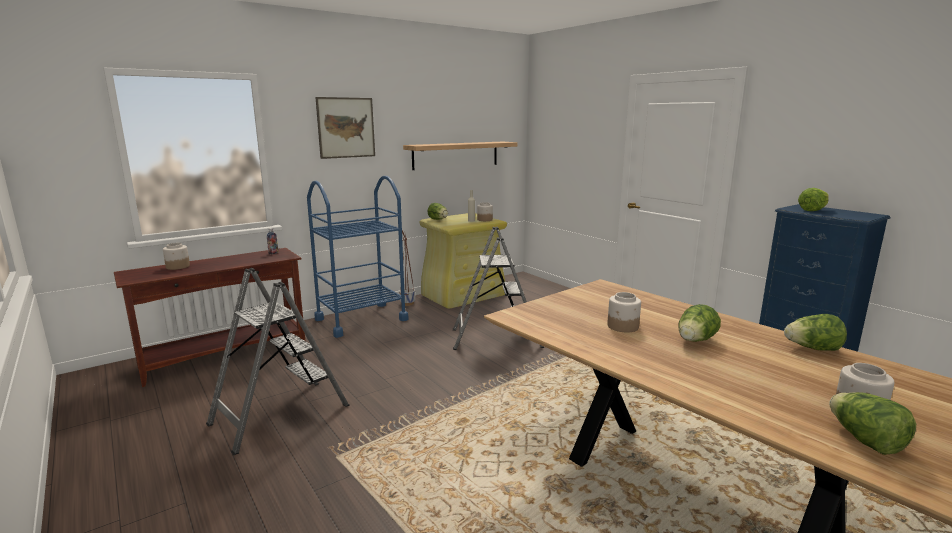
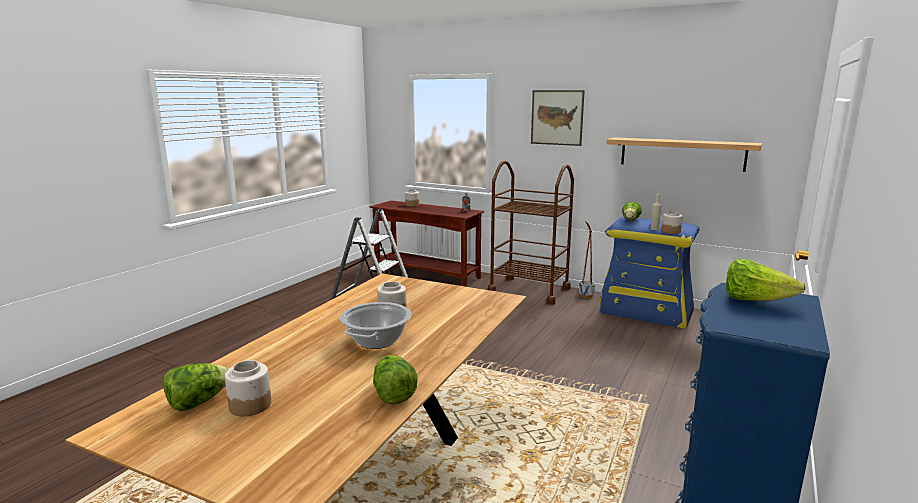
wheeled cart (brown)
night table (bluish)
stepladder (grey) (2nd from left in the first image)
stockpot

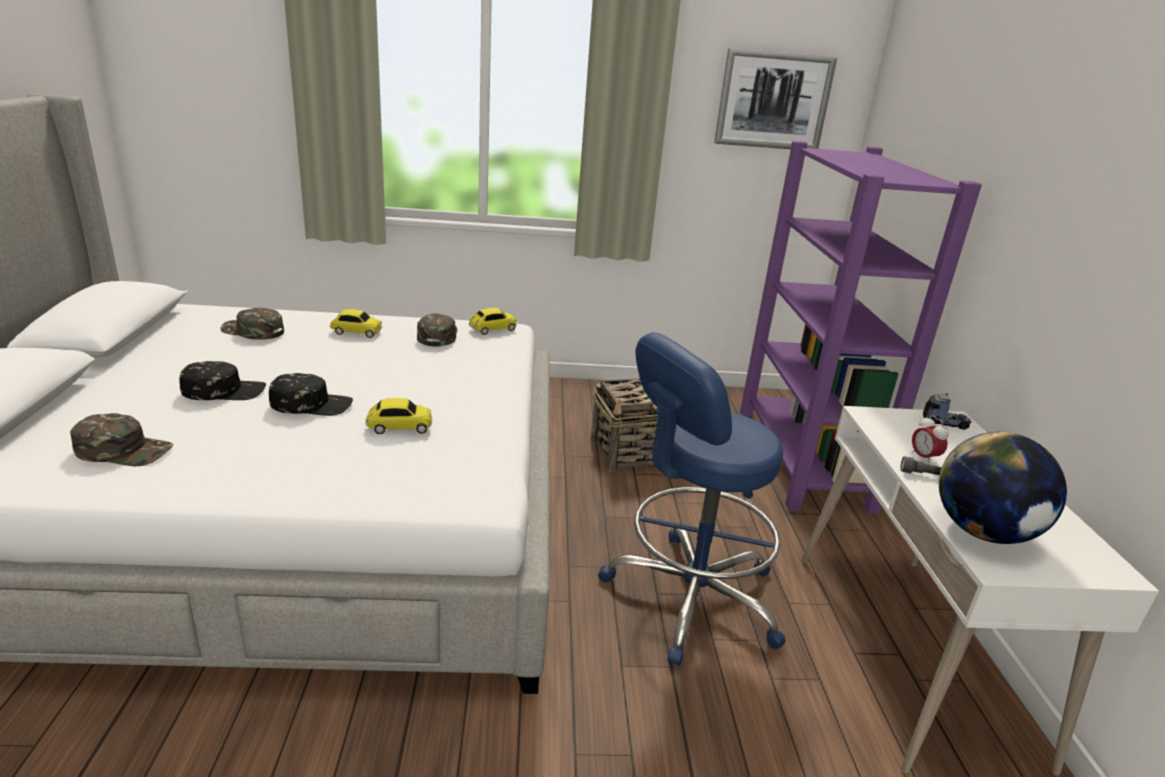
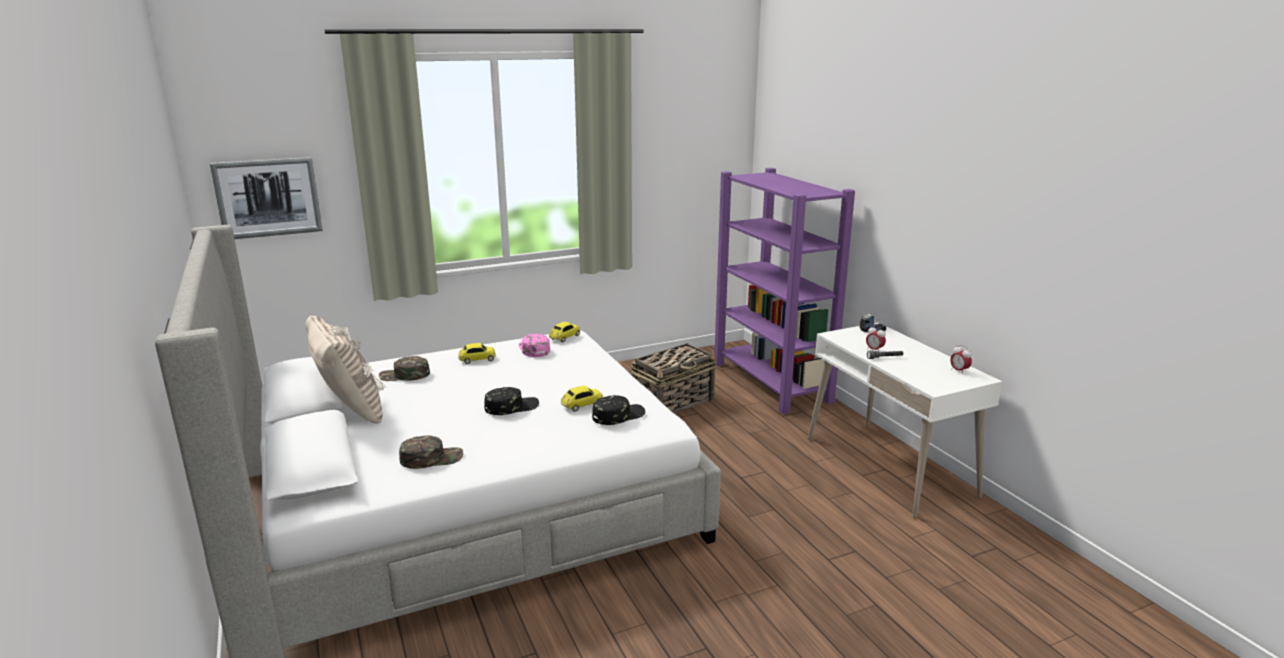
wall picture
cap (pink-coloured)
sitting stool (bluish)
cap (black-coloured) (2nd from left)
world globe
pillow (beige)
table clock (2nd from left)

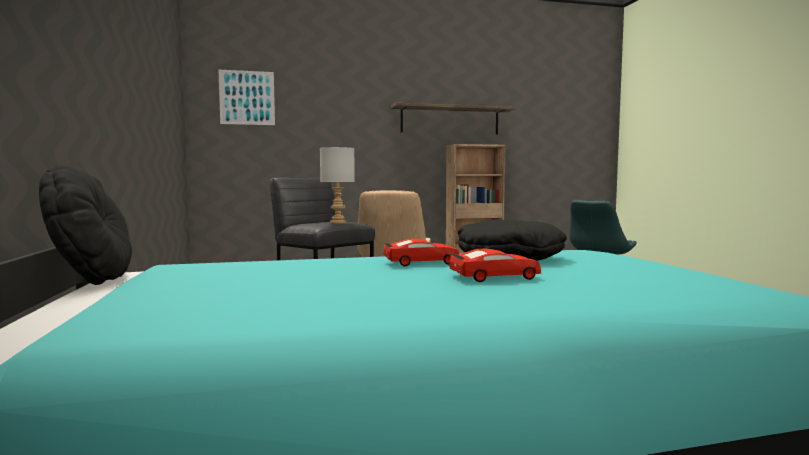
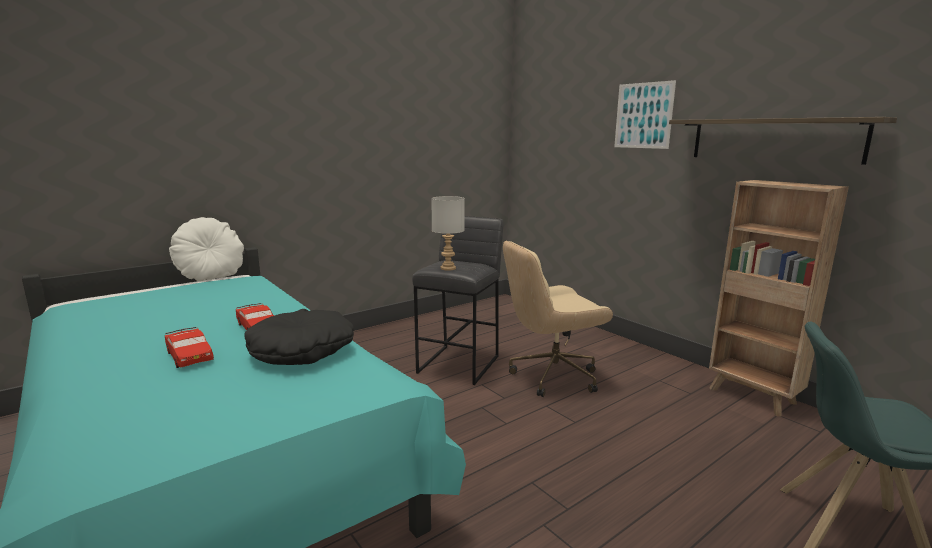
wall picture
pillow (whitish)

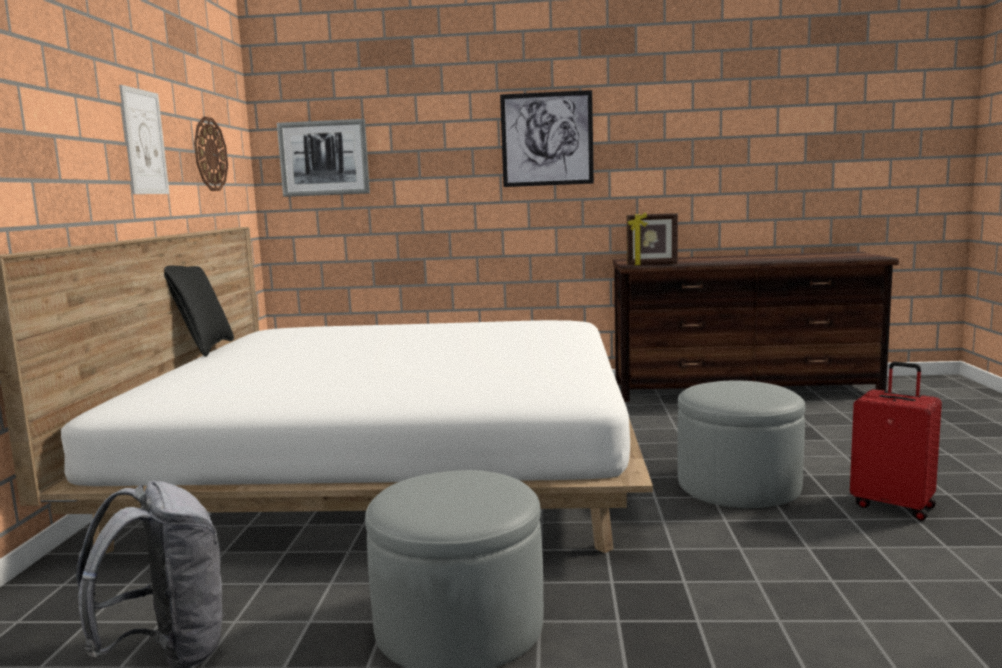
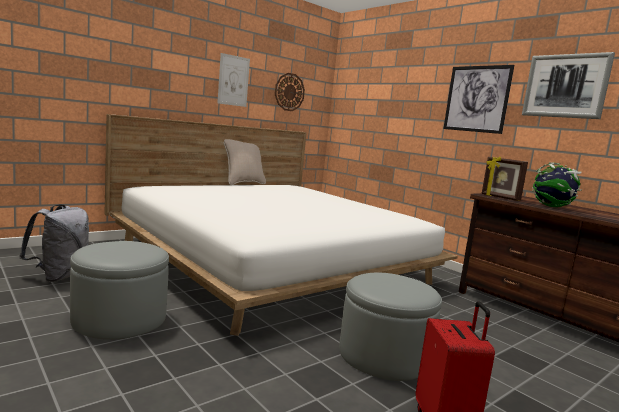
wall picture (3rd from left)
pillow (beige)
world globe

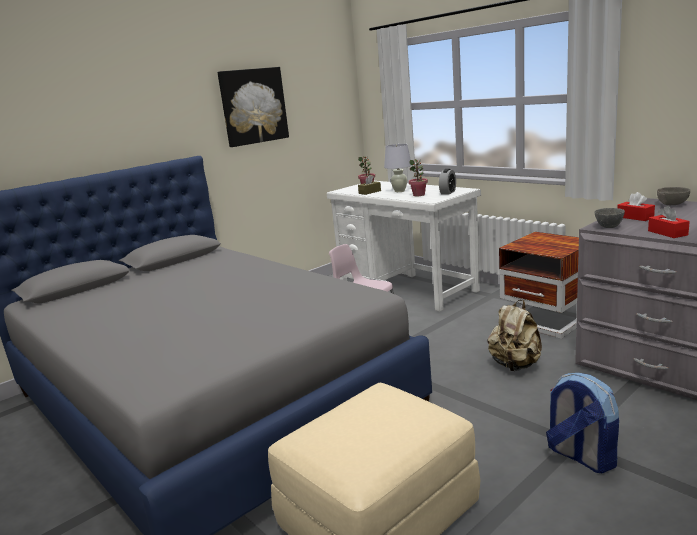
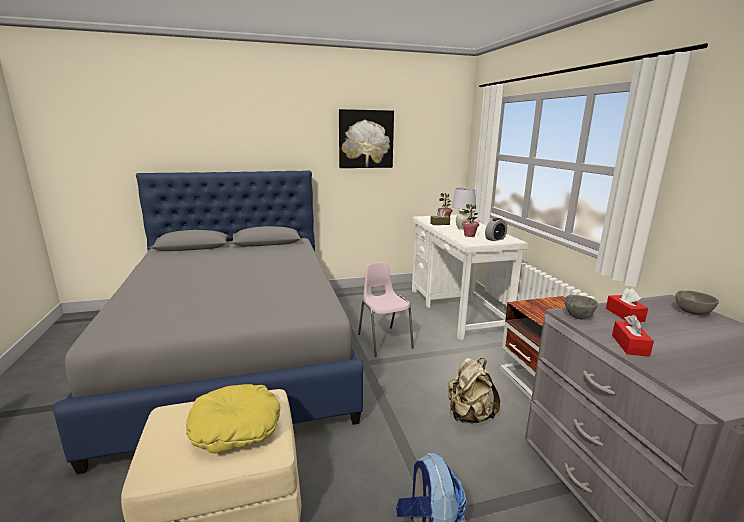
pillow (yellow)

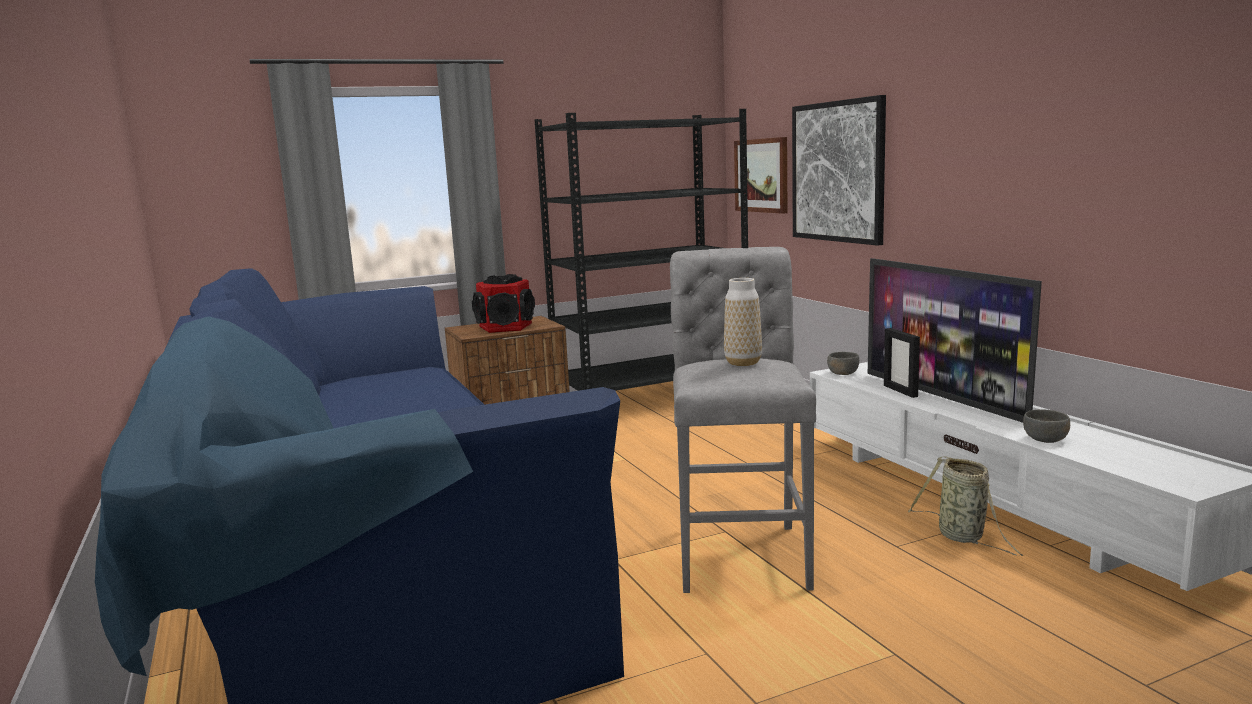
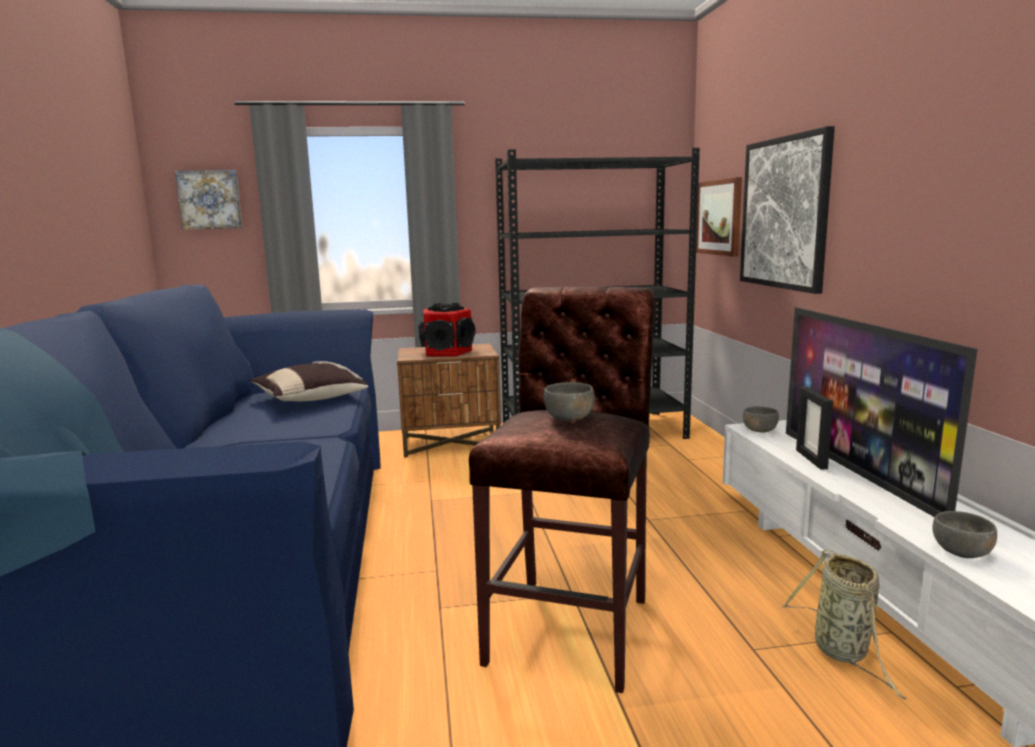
sitting stool (brown)
bowl (grey) (1st from left)
wall picture (1st from left)
pillow

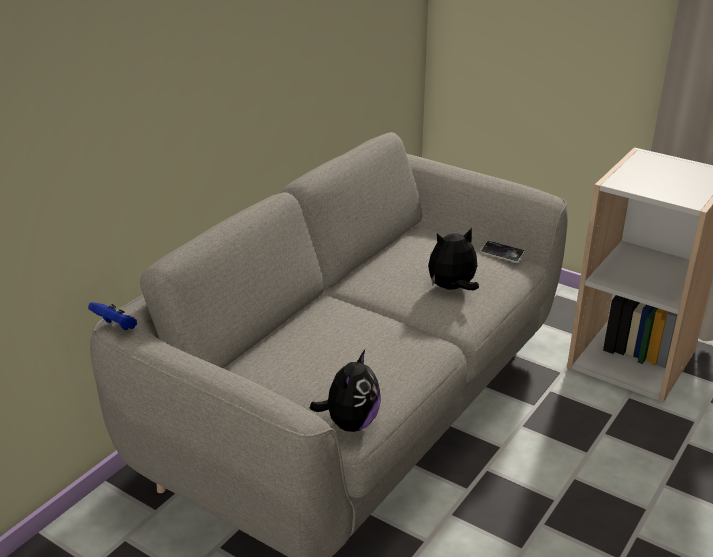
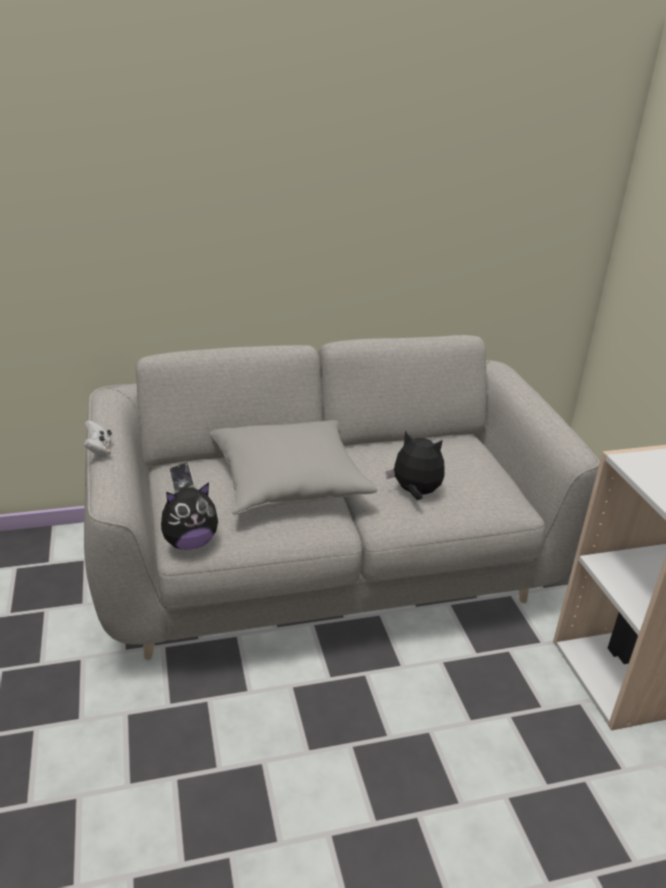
phone
joypad (bluish)
joypad (whitish)
pillow (grey)

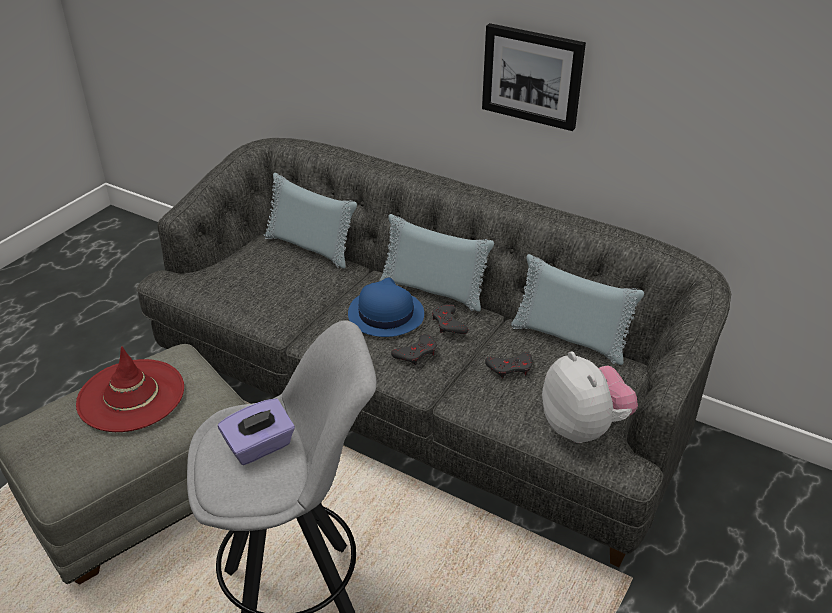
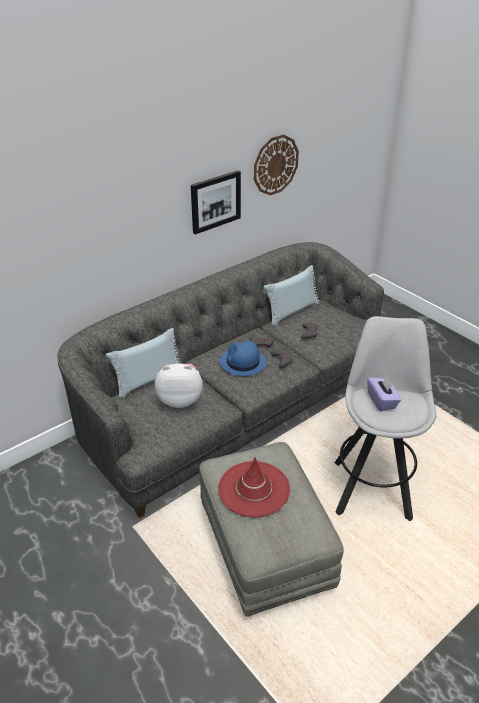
pillow (bluish) (2nd from left in the first image)
cuddly toy
wall clock

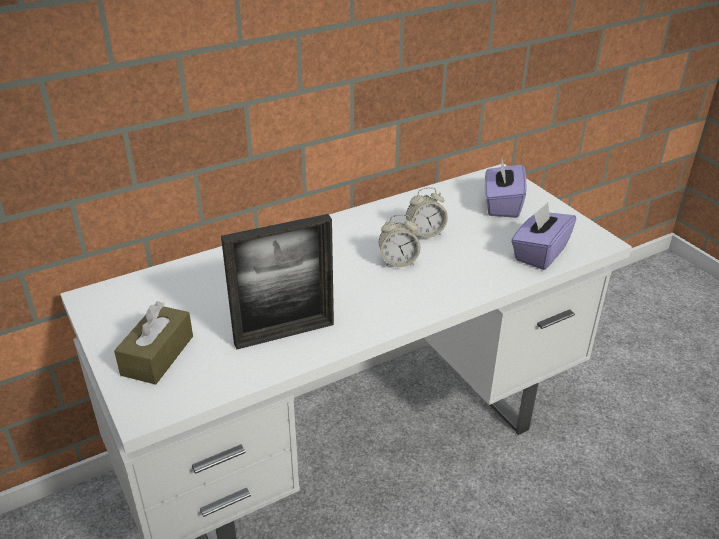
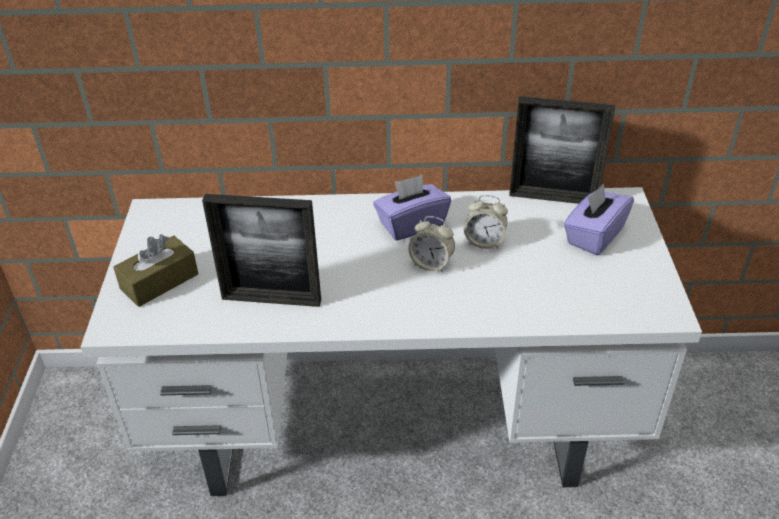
tissue holder (purple-coloured) (1st from left)
photo frame (2nd from left)

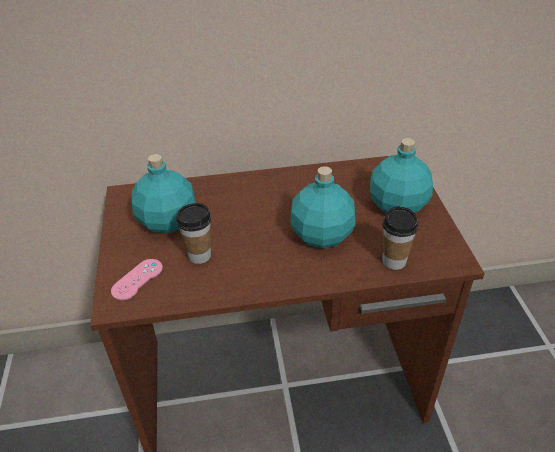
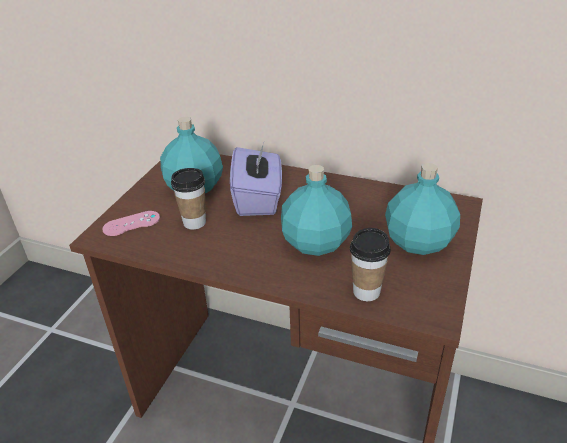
tissue holder (purple-coloured)

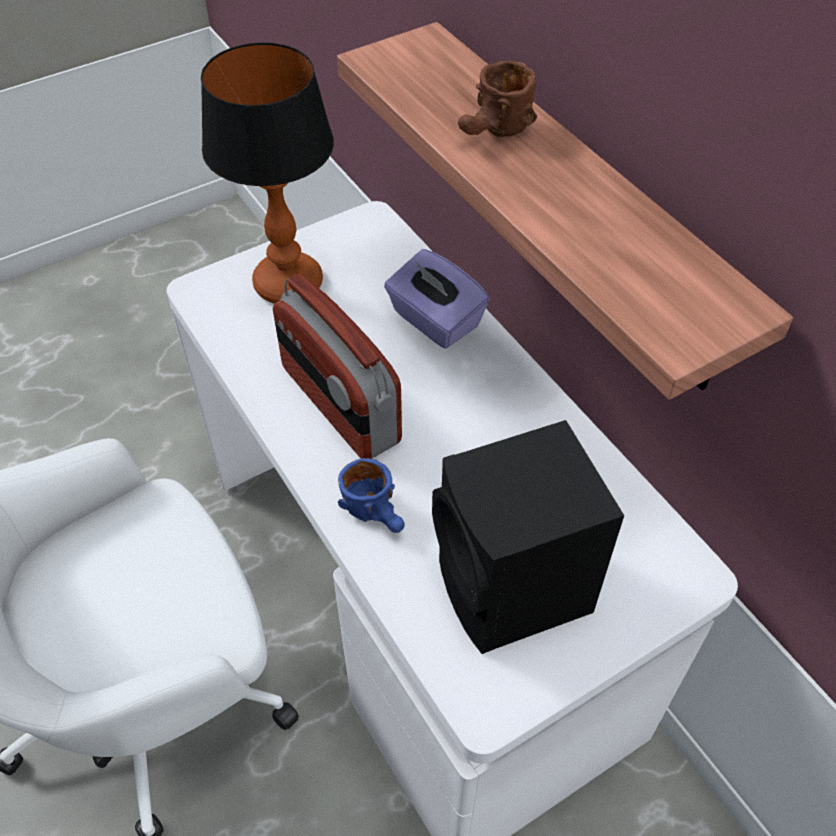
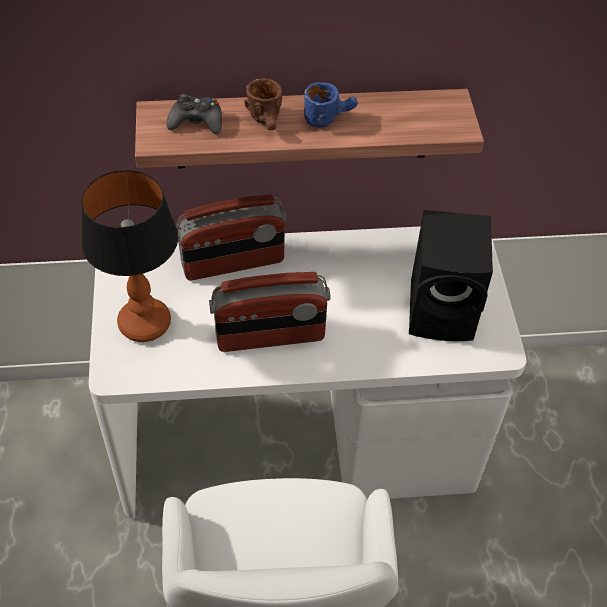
radio receiver (1st from left)
mug (bluish)
joypad (black-coloured)

